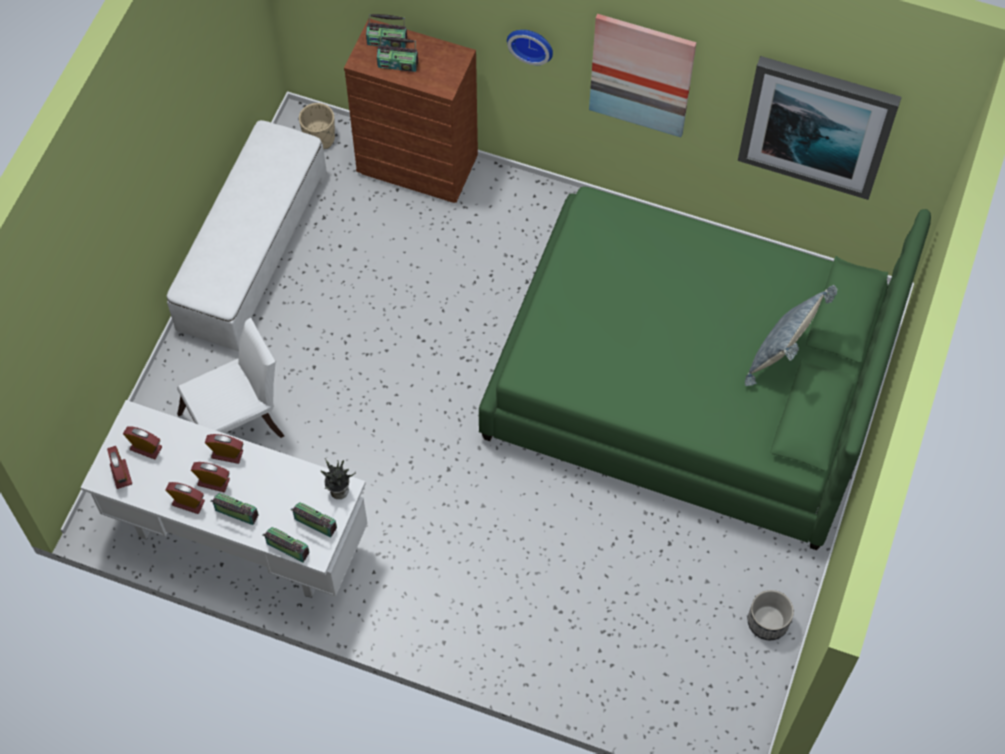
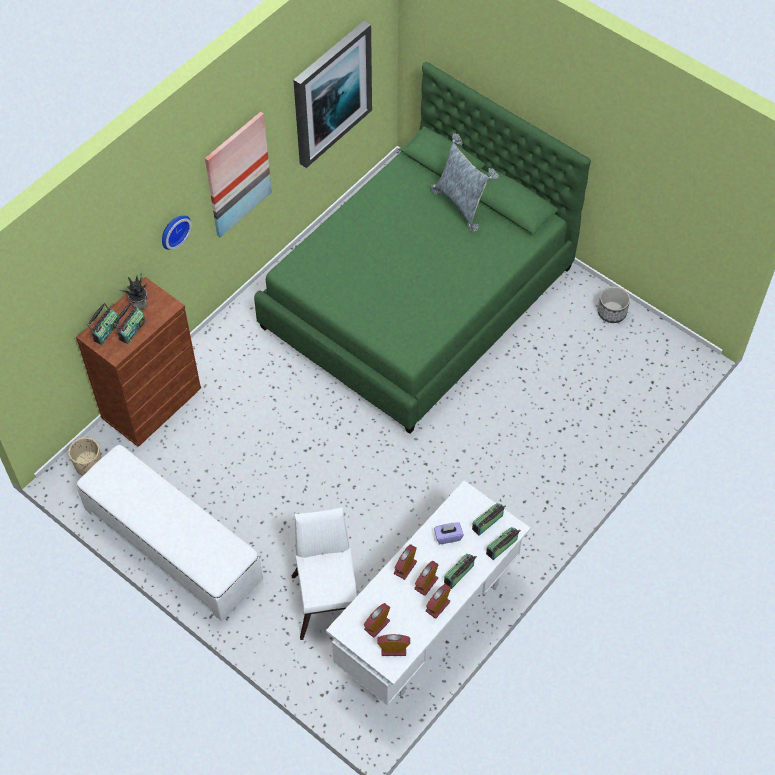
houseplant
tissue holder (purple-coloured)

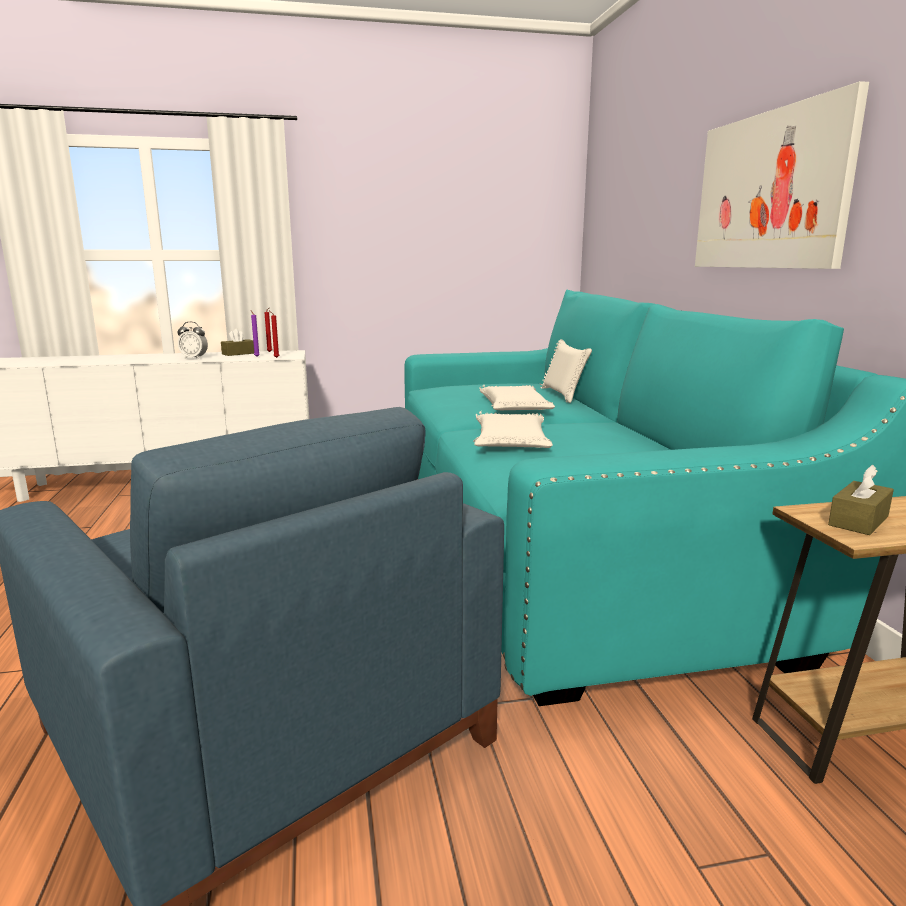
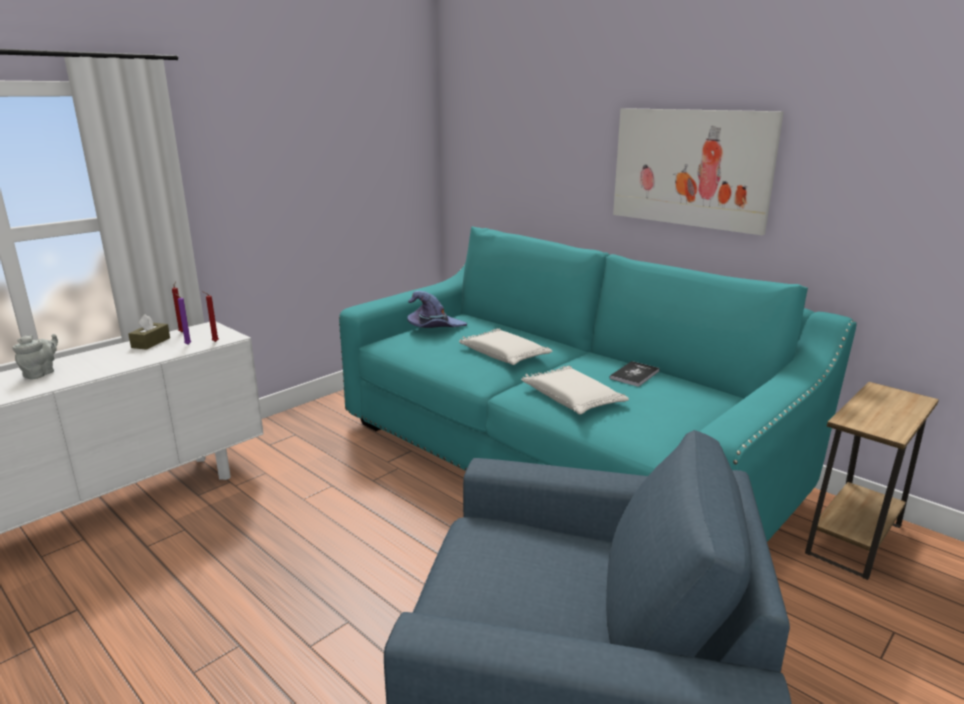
table clock
pillow (whitish) (3rd from left in the first image)
tissue holder (brown) (2nd from left in the first image)
hat (purple-coloured)
pot for tea (grey)
book

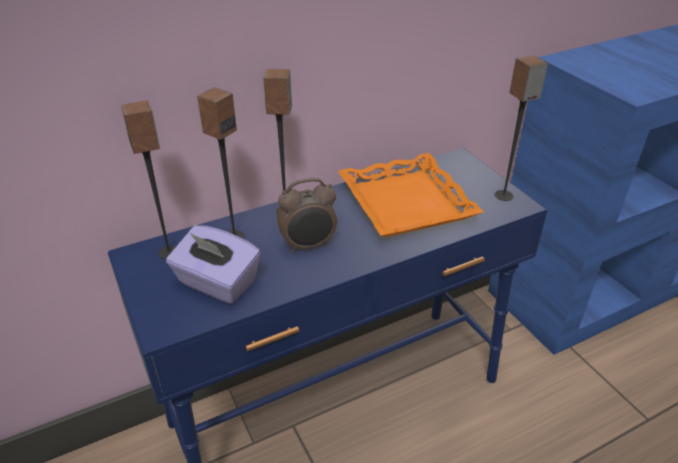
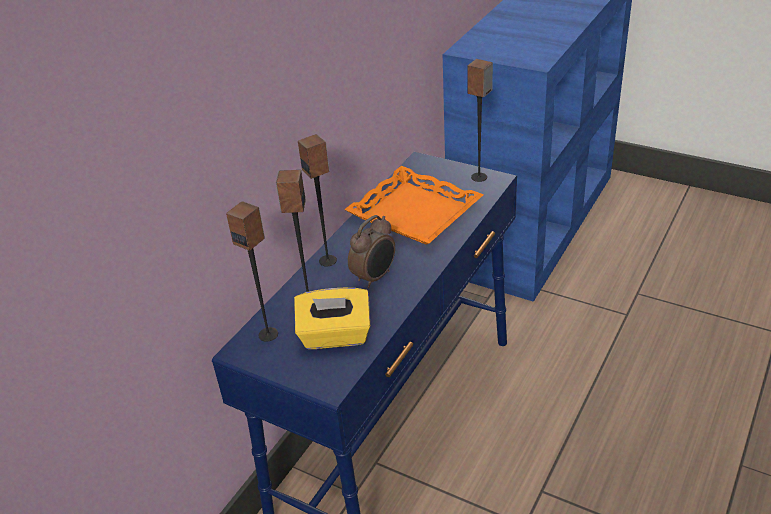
tissue holder (yellow)

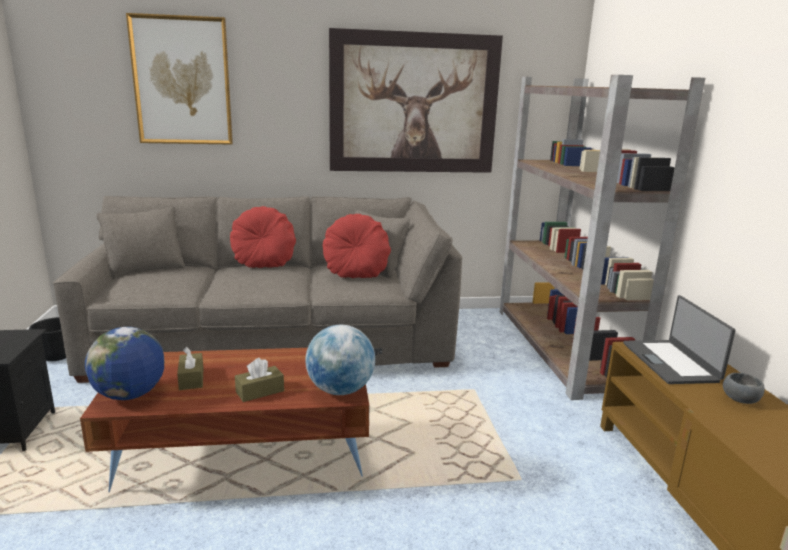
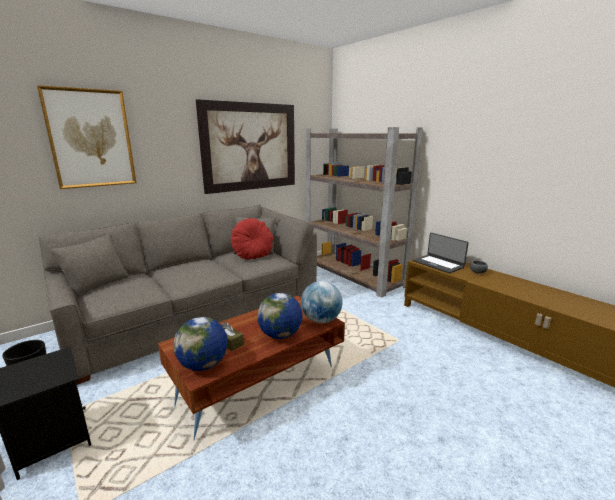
pillow (red-coloured) (1st from left in the first image)
world globe (2nd from left)

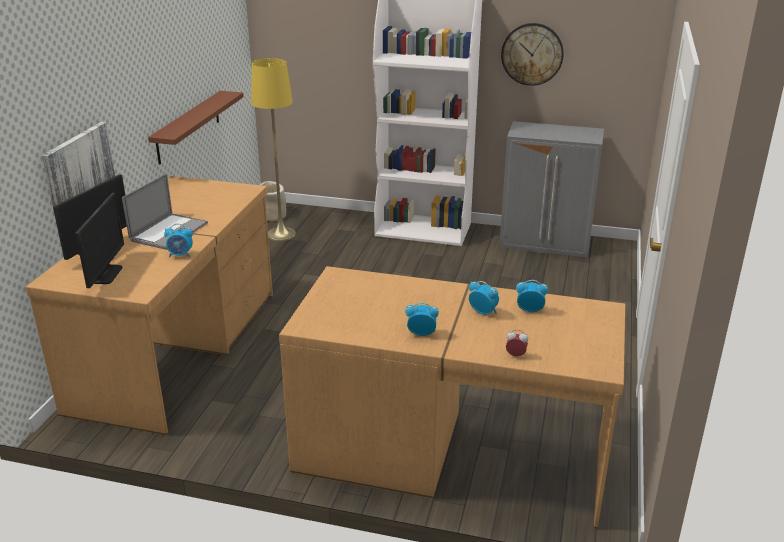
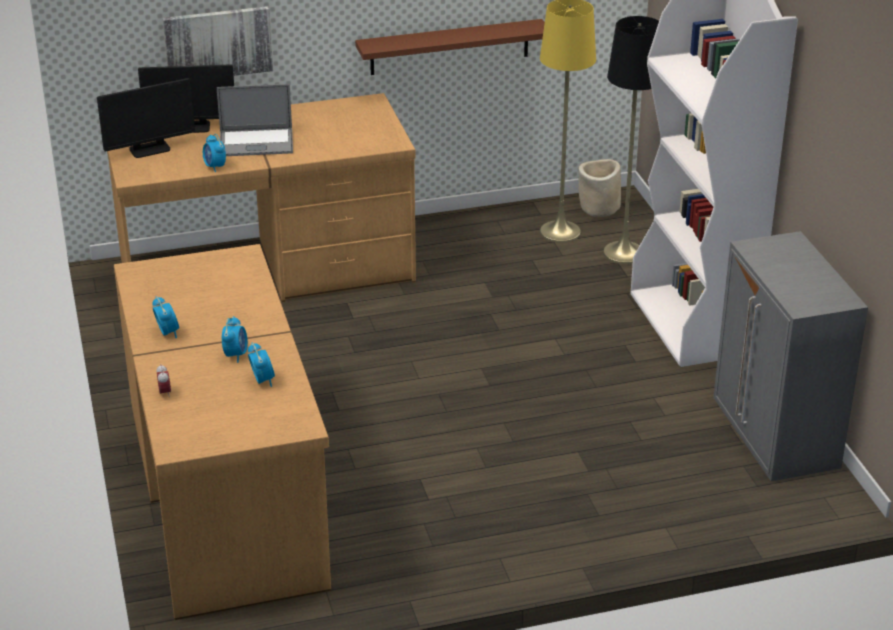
wall clock
standing lamp (black-coloured)

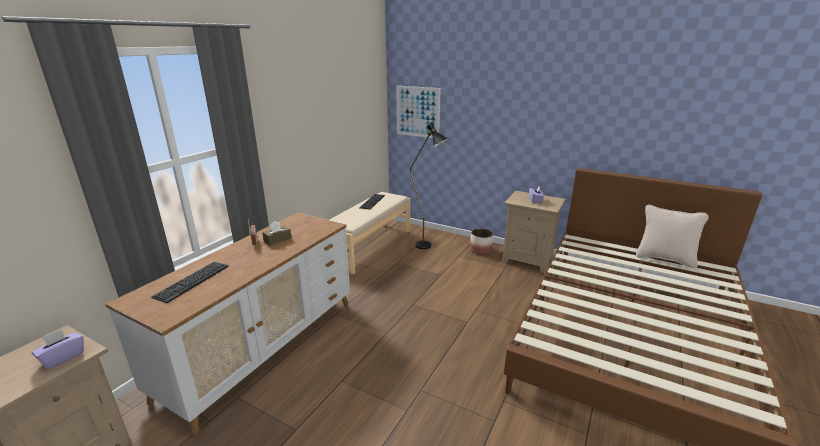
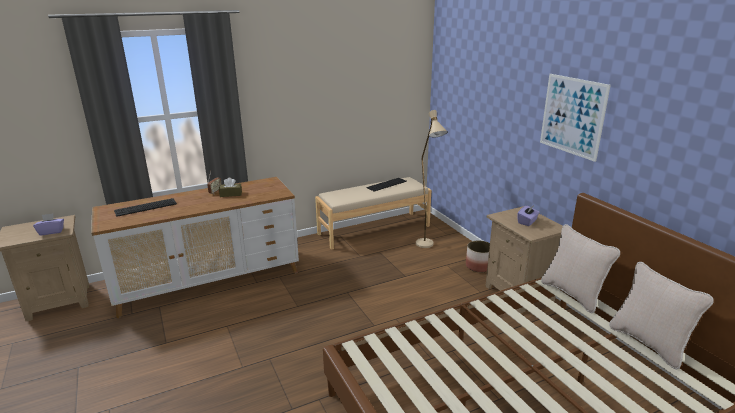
wall picture
standing lamp (beige)
pillow (beige) (1st from left)

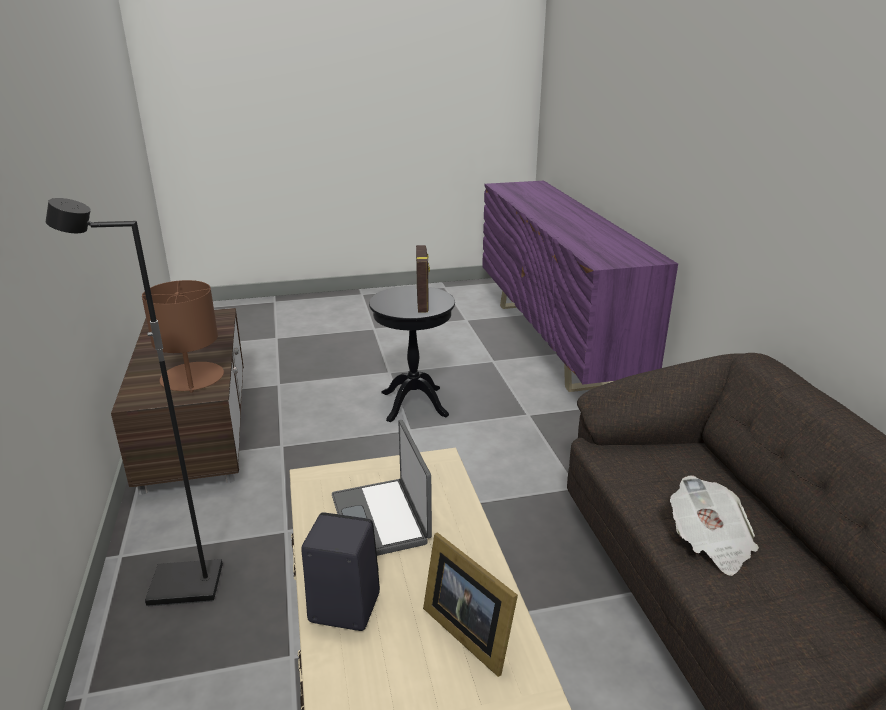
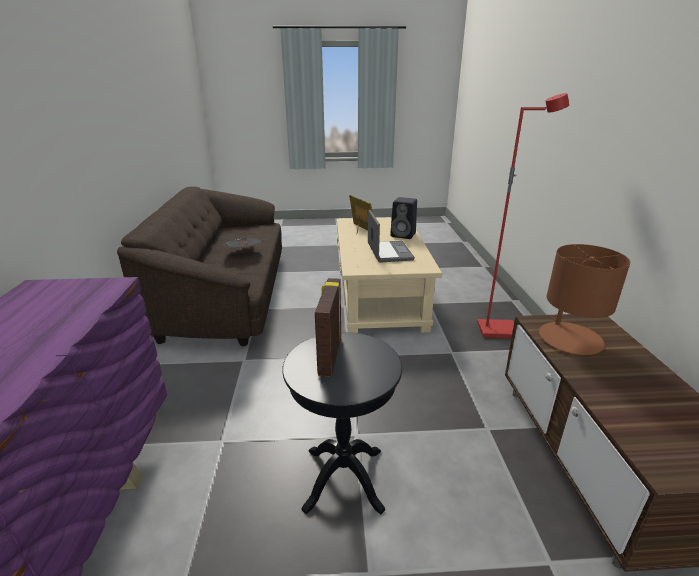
standing lamp (red-coloured)

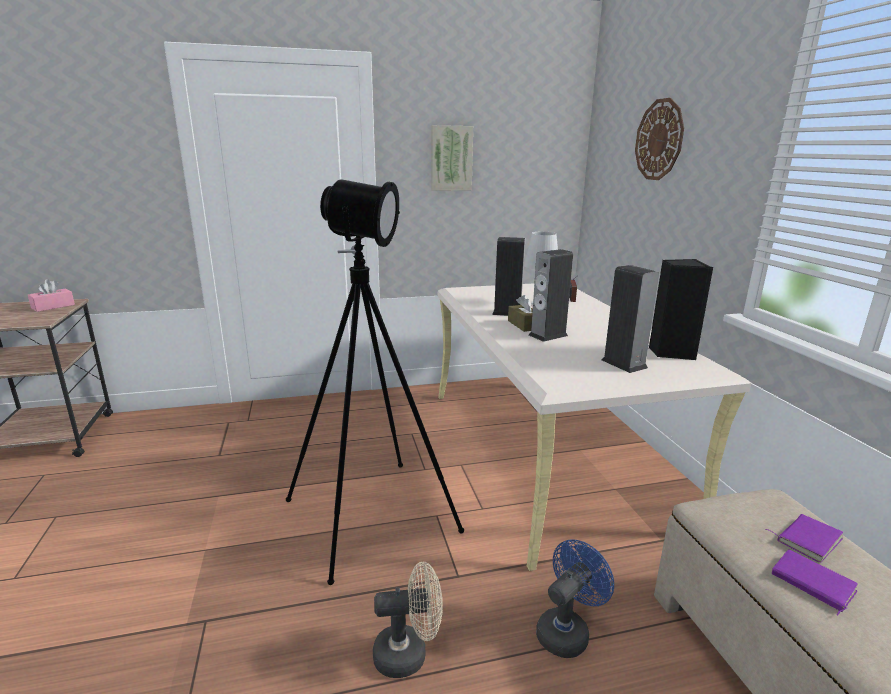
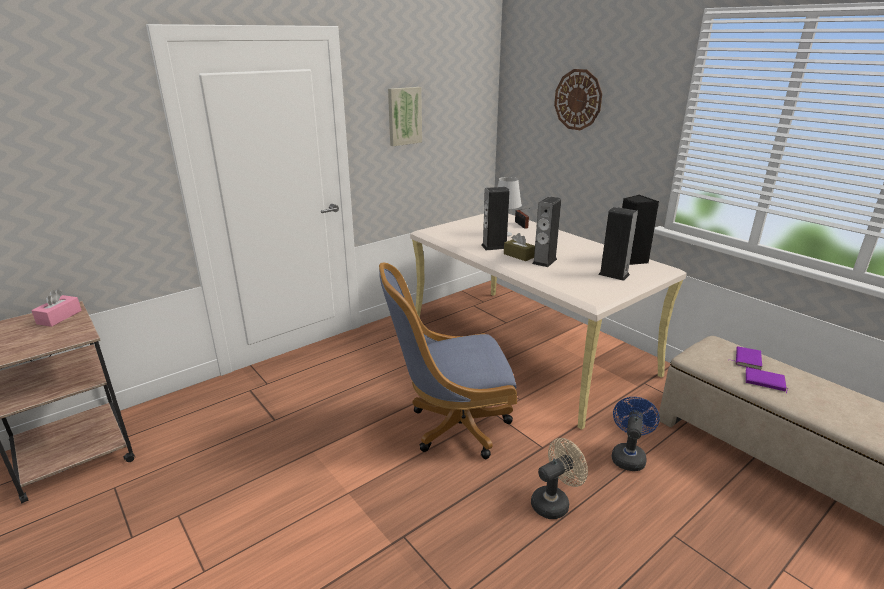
office chair (bluish)

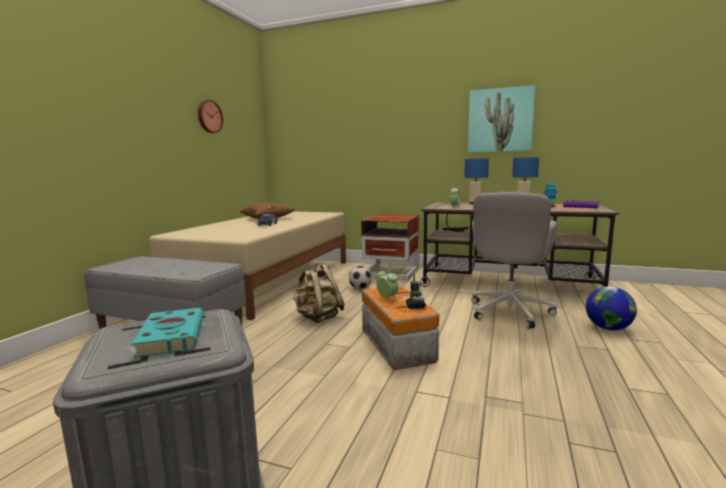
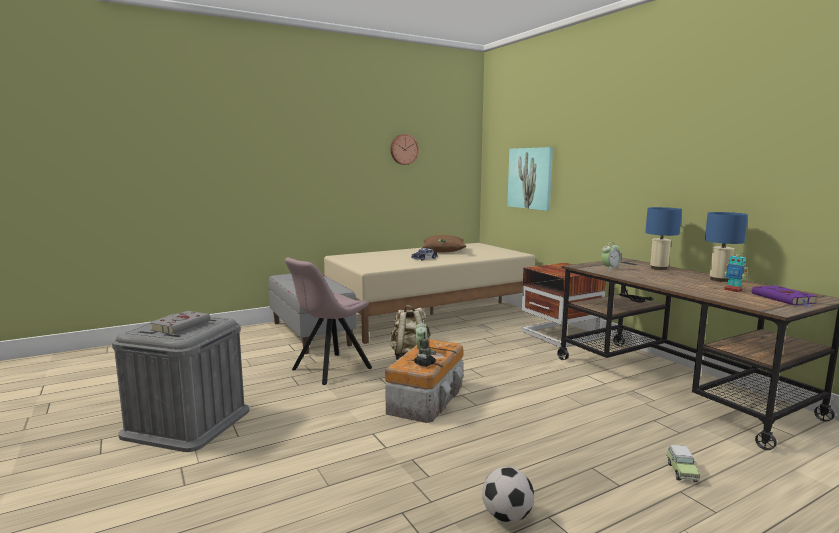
wall picture
office chair (grey)
ball for football
toy car (2nd from left)
book (grey)
plain chair (pink-coloured)

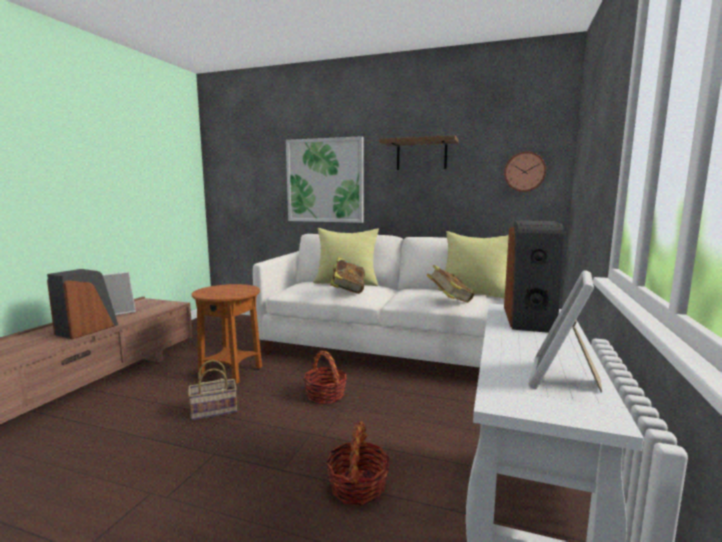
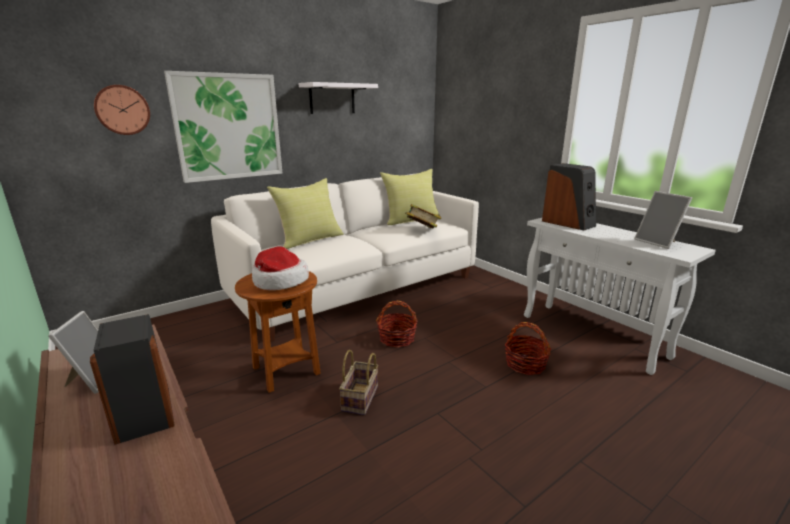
wall shelf (whitish)
wall clock
book (1st from left in the first image)
hat

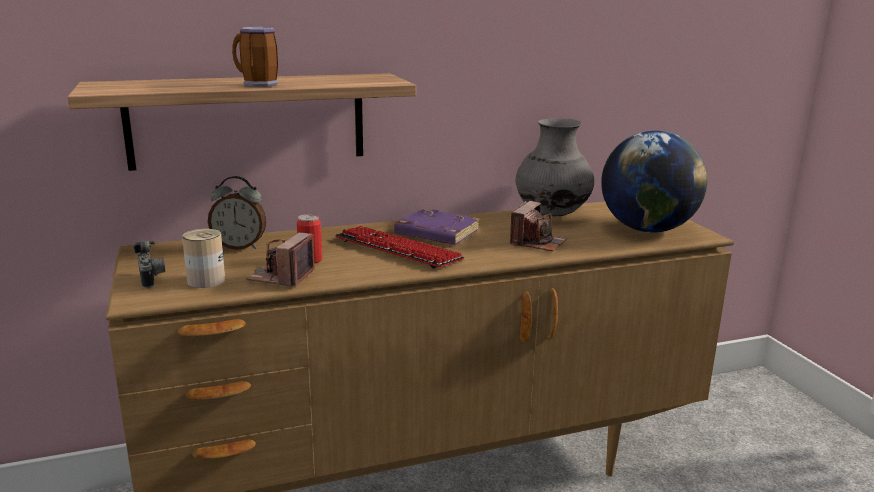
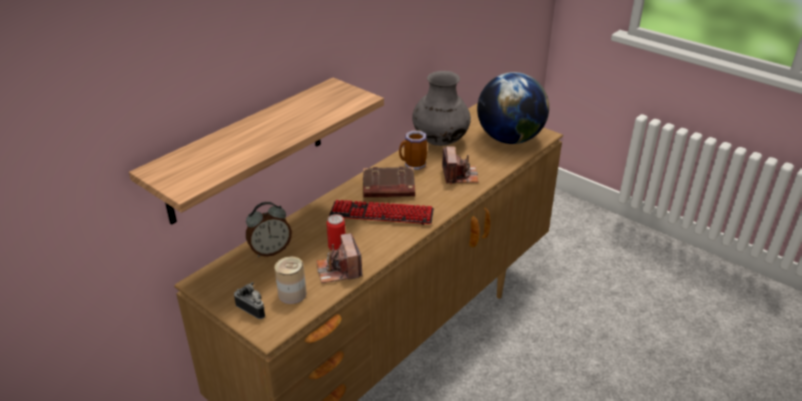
mug
book (brown)

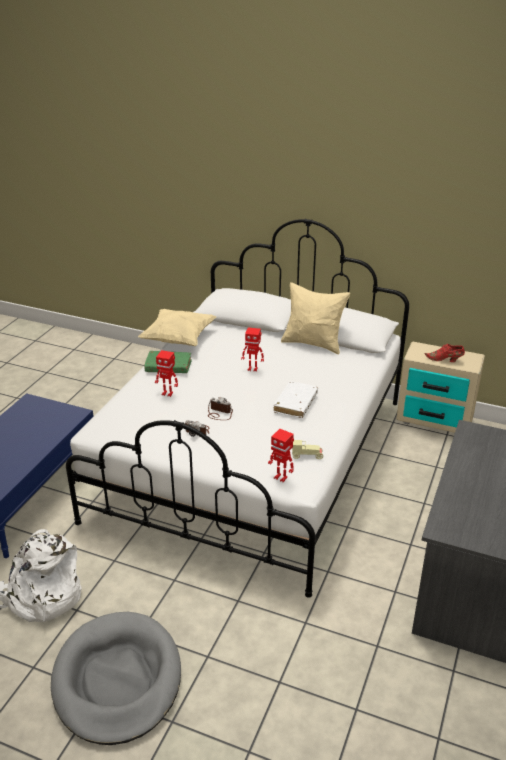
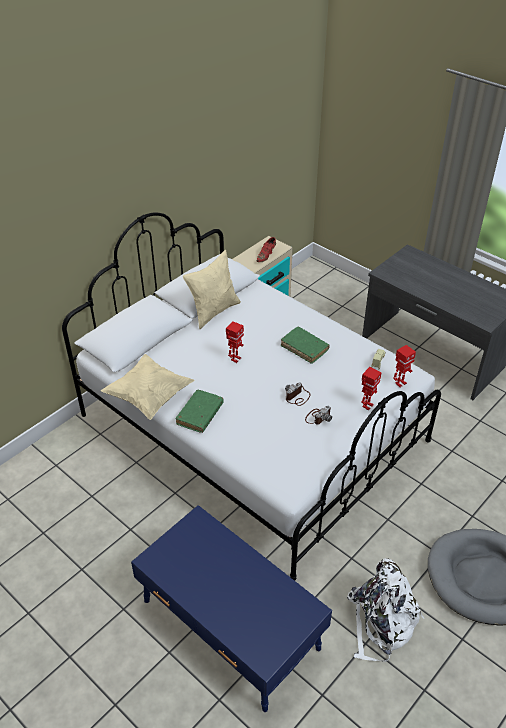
robot figure (2nd from left)
book (green) (2nd from left)

